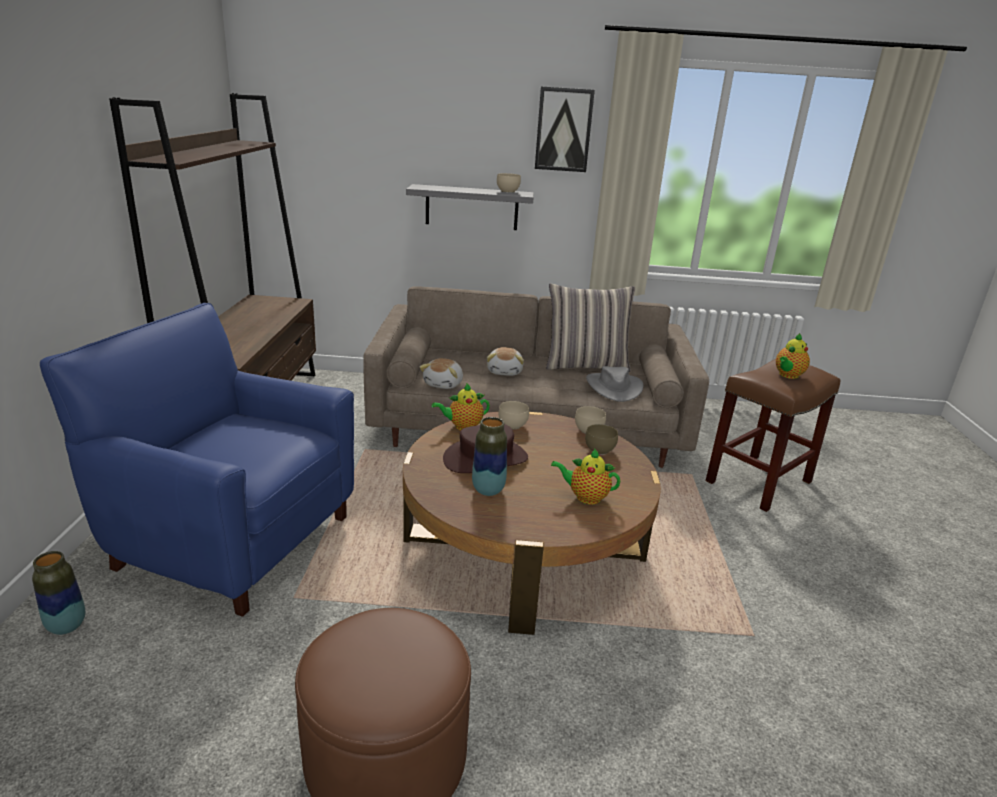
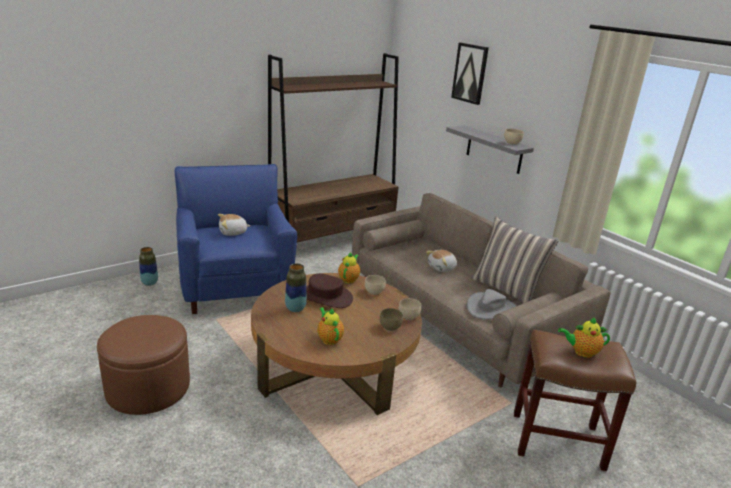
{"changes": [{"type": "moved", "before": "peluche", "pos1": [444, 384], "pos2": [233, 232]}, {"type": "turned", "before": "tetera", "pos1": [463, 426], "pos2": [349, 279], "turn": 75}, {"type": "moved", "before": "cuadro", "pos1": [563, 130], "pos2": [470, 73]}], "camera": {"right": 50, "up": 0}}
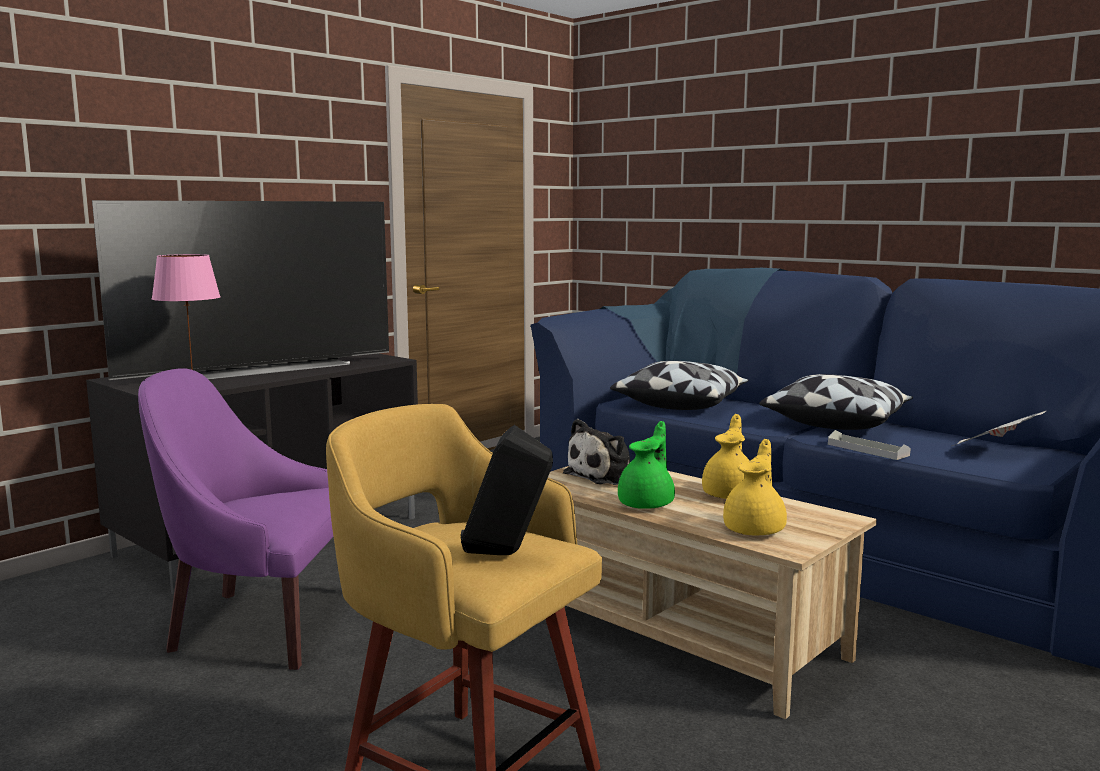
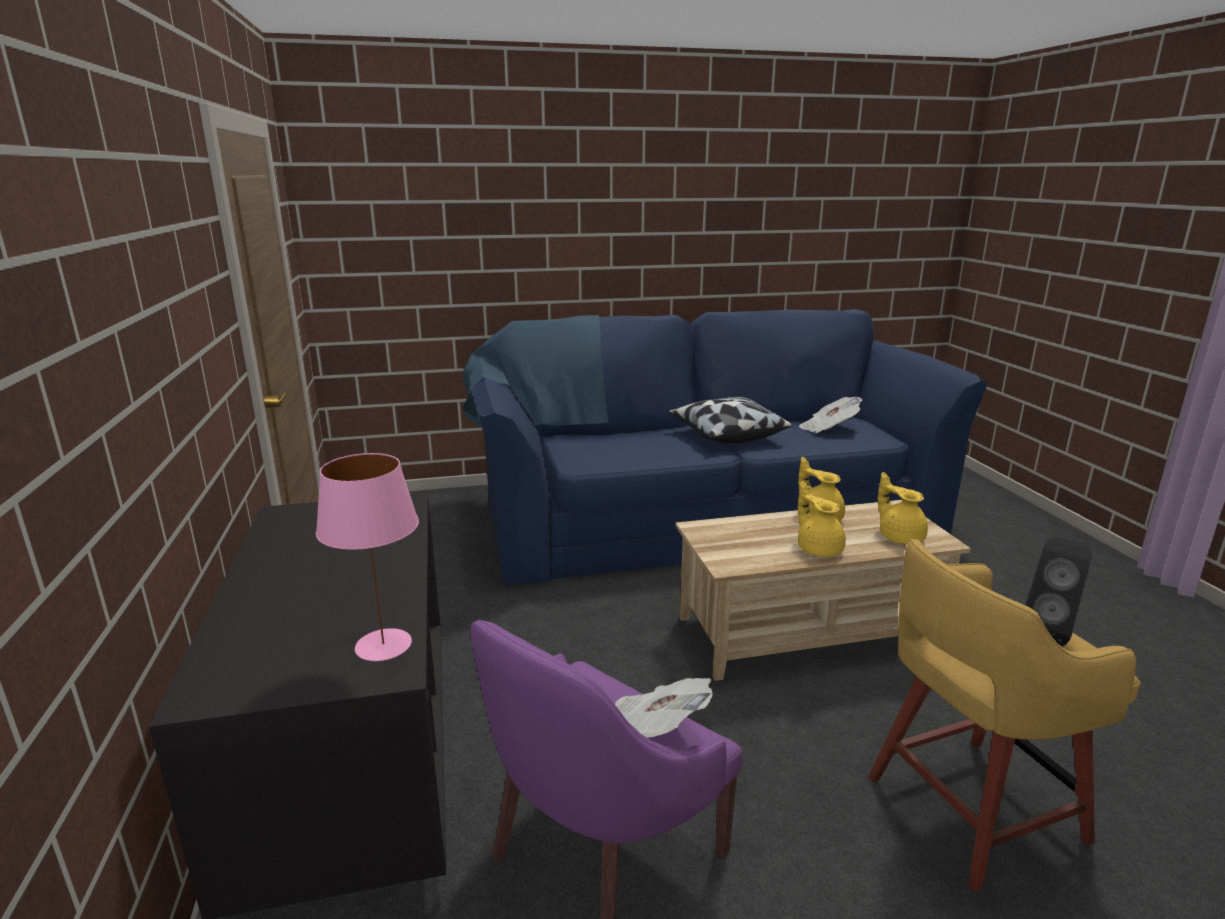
{"changes": [{"type": "added", "after": "periódico", "pos2": [653, 732]}, {"type": "recoloured", "before": "tetera/verde", "after": "tetera/amarillo", "pos1": [648, 504], "pos2": [818, 548]}, {"type": "removed", "before": "televisor", "pos1": [257, 369]}, {"type": "removed", "before": "peluche", "pos1": [605, 475]}, {"type": "removed", "before": "cojín", "pos1": [680, 404]}, {"type": "removed", "before": "bandeja/gris", "pos1": [867, 450]}], "camera": {"right": -55, "up": 10}}
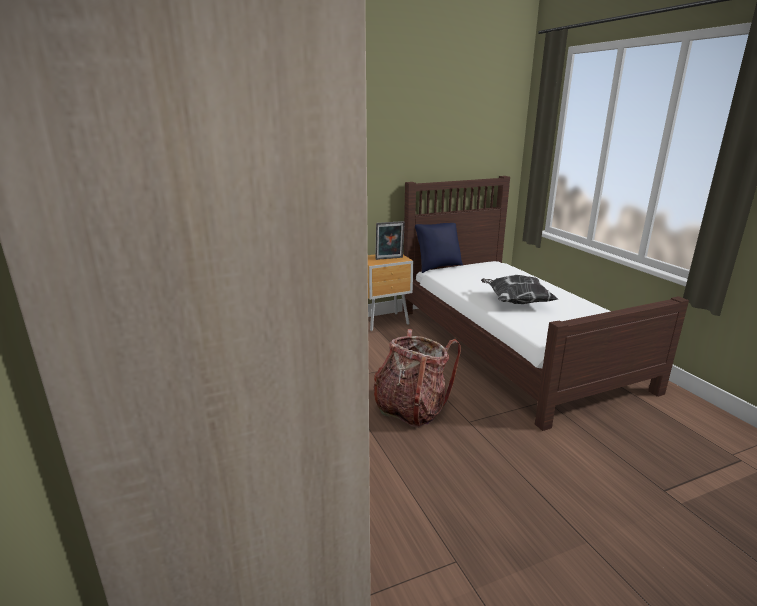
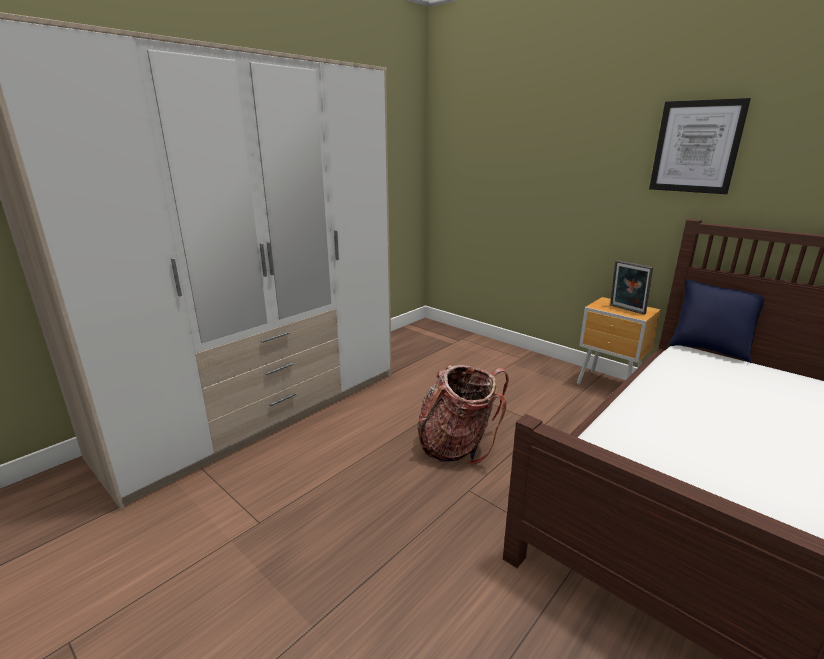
{"changes": [{"type": "added", "after": "cuadro", "pos2": [696, 147]}, {"type": "removed", "before": "cojín", "pos1": [516, 302]}], "camera": {"right": 65, "up": 0}}
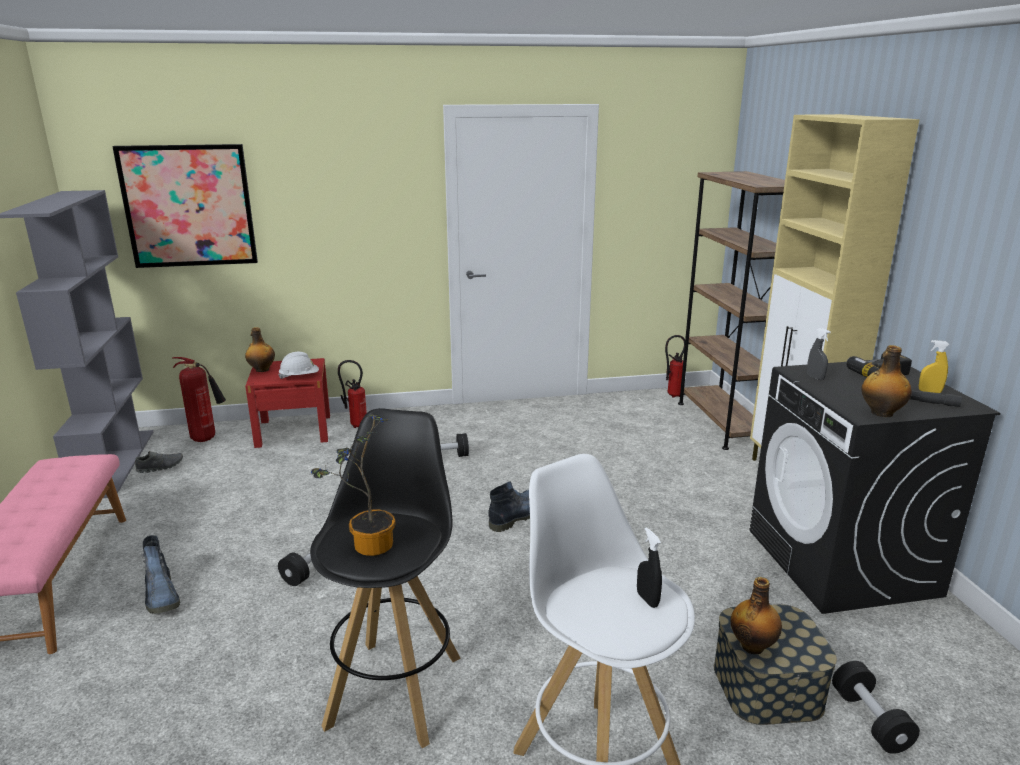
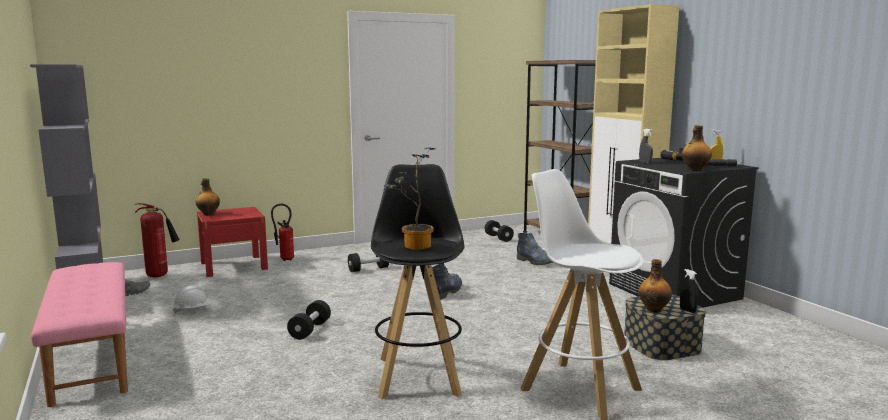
{"changes": [{"type": "moved", "before": "casco/blanco", "pos1": [299, 377], "pos2": [193, 310]}, {"type": "moved", "before": "mancuerna/negro", "pos1": [870, 720], "pos2": [498, 238]}, {"type": "moved", "before": "bota", "pos1": [162, 596], "pos2": [536, 262]}, {"type": "moved", "before": "pulverizador/negro", "pos1": [647, 599], "pos2": [687, 310]}, {"type": "removed", "before": "cuadro", "pos1": [189, 206]}, {"type": "removed", "before": "extintor", "pos1": [672, 395]}], "camera": {"right": -15, "up": -10}}
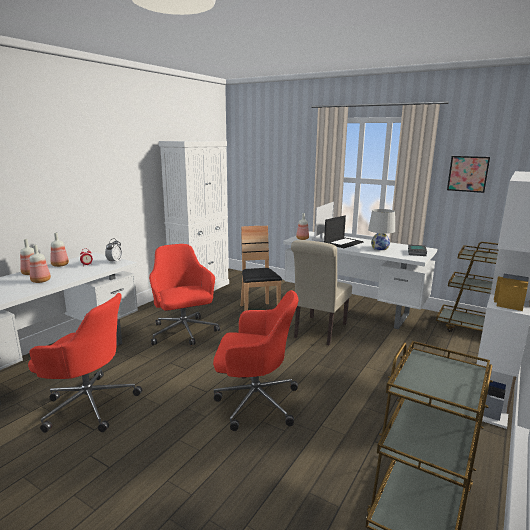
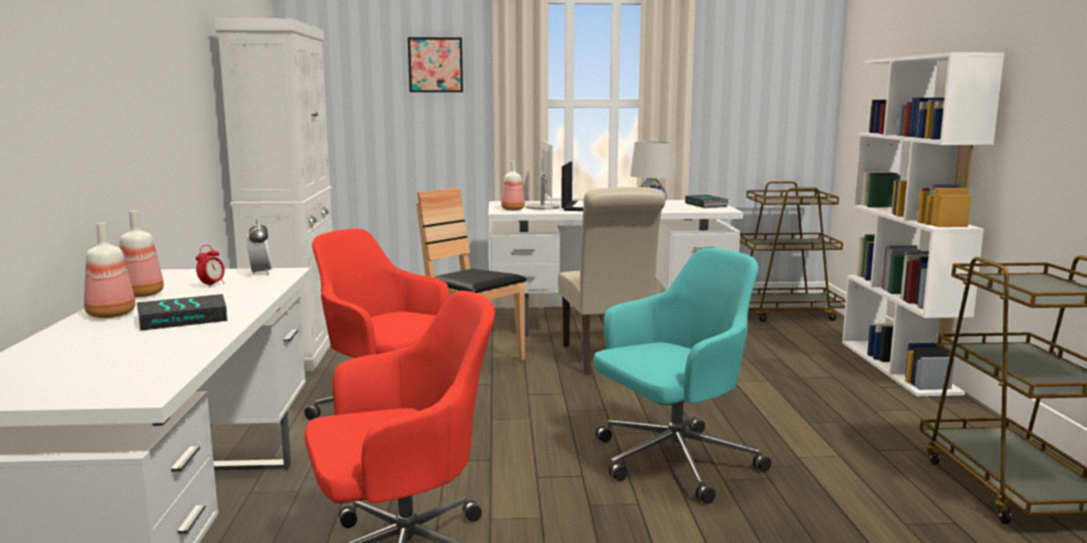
{"changes": [{"type": "replaced", "before": "botella", "after": "libro", "pos1": [41, 281], "pos2": [184, 318]}, {"type": "moved", "before": "cuadro", "pos1": [468, 174], "pos2": [435, 65]}, {"type": "recoloured", "before": "silla de oficina/rojo", "after": "silla de oficina/turquesa", "pos1": [254, 401], "pos2": [672, 462]}], "camera": {"right": -35, "up": -5}}
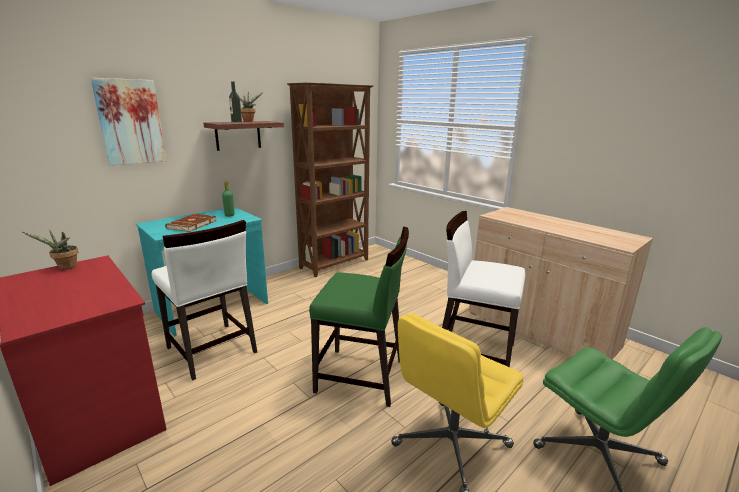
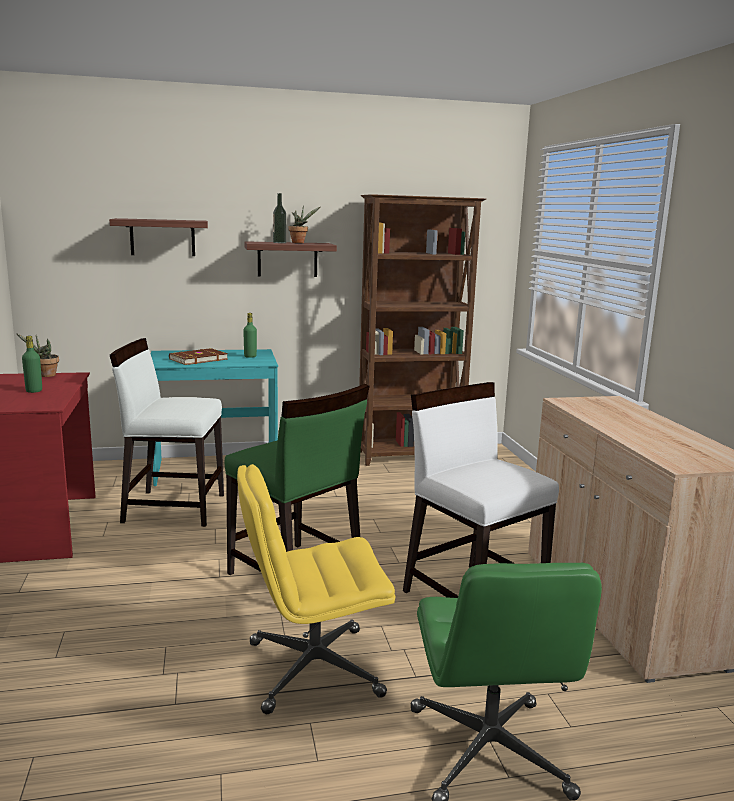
{"changes": [{"type": "added", "after": "botella/verde", "pos2": [34, 391]}, {"type": "replaced", "before": "cuadro", "after": "estante", "pos1": [130, 122], "pos2": [162, 237]}, {"type": "turned", "before": "silla/blanco", "pos1": [211, 350], "pos2": [173, 508], "turn": 105}], "camera": {"right": 30, "up": -5}}
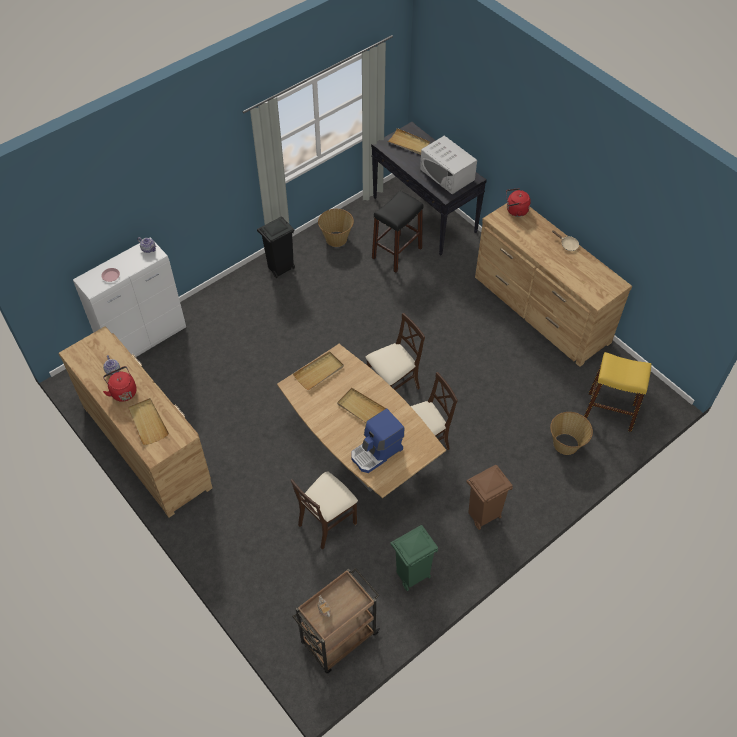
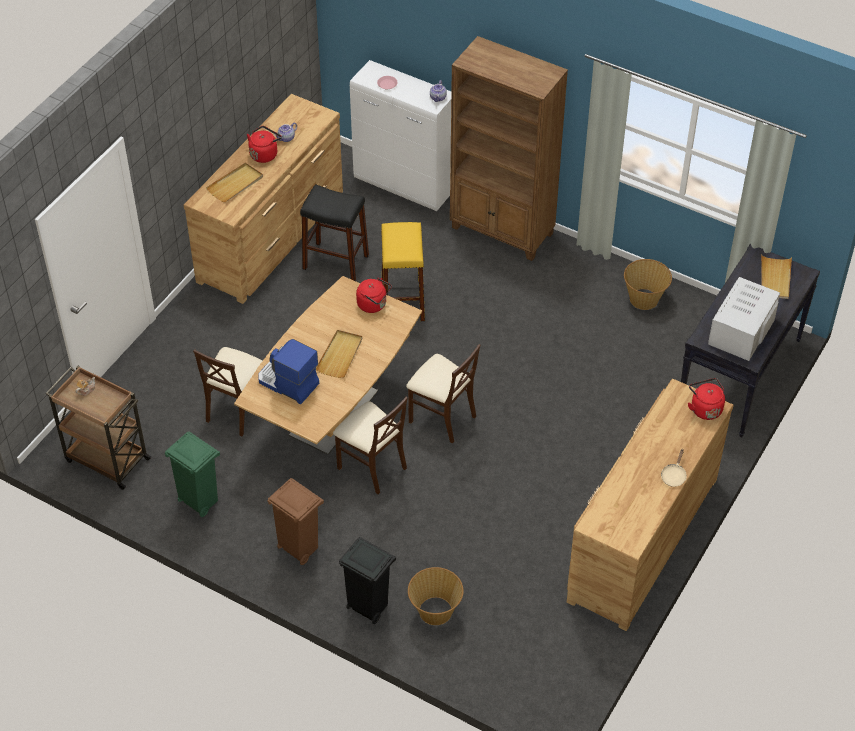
{"changes": [{"type": "turned", "before": "silla/beis", "pos1": [327, 522], "pos2": [237, 410], "turn": -90}, {"type": "moved", "before": "taburete/negro", "pos1": [397, 253], "pos2": [336, 262]}, {"type": "moved", "before": "papelera/negro", "pos1": [280, 269], "pos2": [368, 607]}, {"type": "replaced", "before": "bandeja/beis", "after": "hervidor/rojo", "pos1": [319, 372], "pos2": [373, 305]}, {"type": "moved", "before": "taburete/amarillo", "pos1": [609, 411], "pos2": [403, 301]}, {"type": "added", "after": "estantería/marrón", "pos2": [502, 231]}], "camera": {"right": 70, "up": -5}}
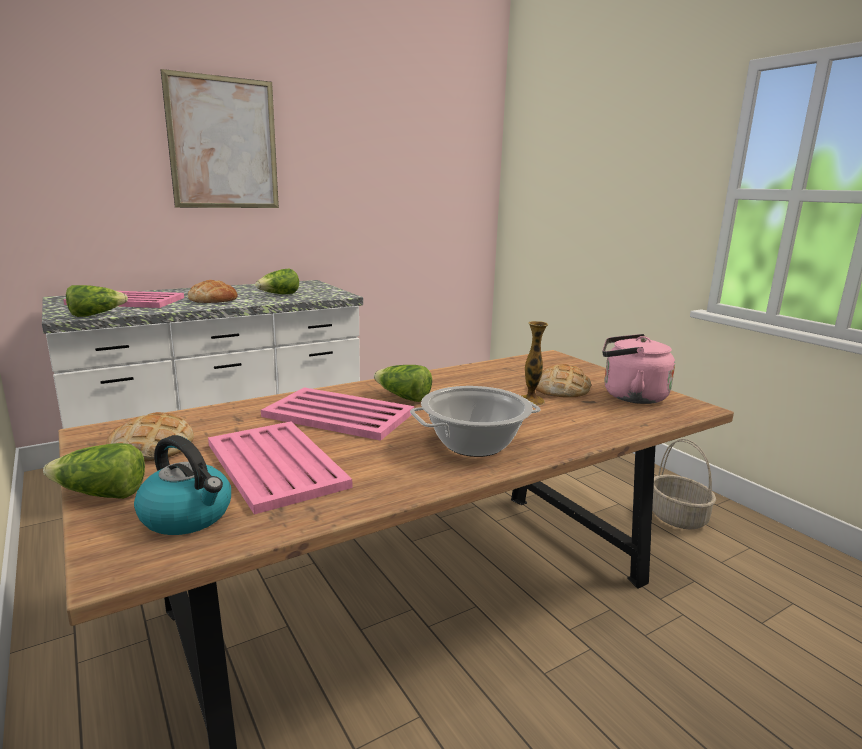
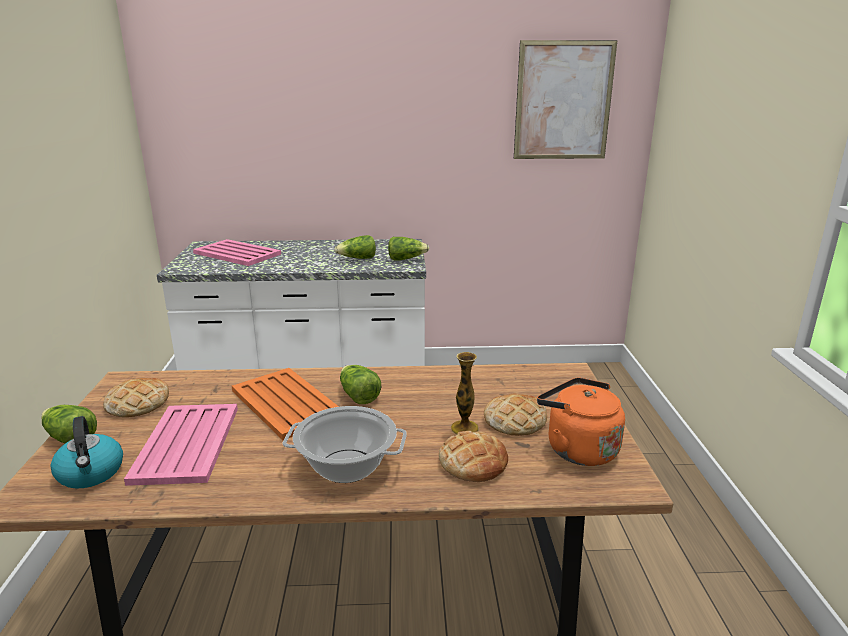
{"changes": [{"type": "recoloured", "before": "bandeja/rosa", "after": "bandeja/naranja", "pos1": [337, 414], "pos2": [286, 402]}, {"type": "moved", "before": "lechuga", "pos1": [96, 314], "pos2": [406, 259]}, {"type": "moved", "before": "pan", "pos1": [213, 299], "pos2": [473, 462]}, {"type": "moved", "before": "cuadro", "pos1": [223, 143], "pos2": [563, 101]}, {"type": "recoloured", "before": "hervidor/rosa", "after": "hervidor/naranja", "pos1": [630, 396], "pos2": [577, 449]}, {"type": "removed", "before": "cesta", "pos1": [678, 517]}], "camera": {"right": 30, "up": 5}}
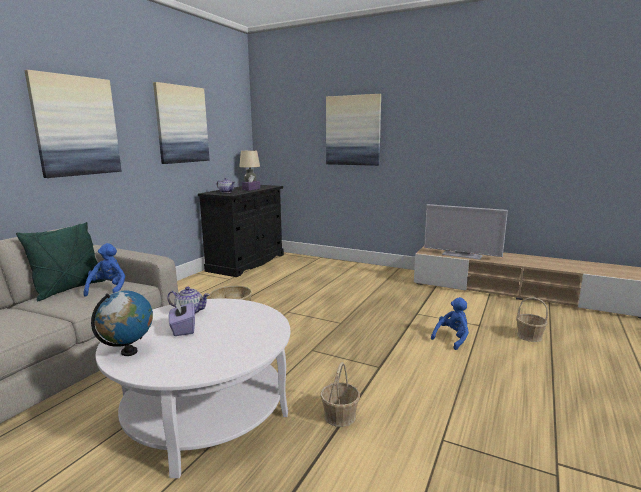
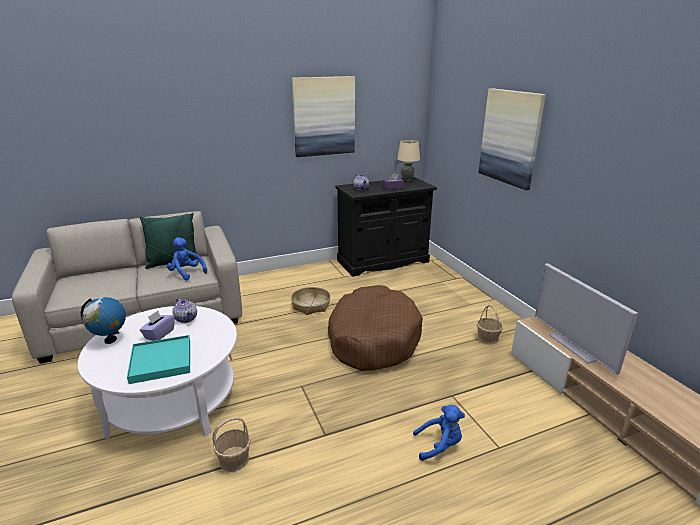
{"changes": [{"type": "added", "after": "bandeja/turquesa", "pos2": [161, 361]}, {"type": "turned", "before": "peluche/azul", "pos1": [108, 289], "pos2": [186, 273], "turn": -90}, {"type": "added", "after": "cama para perro/marrón", "pos2": [373, 338]}, {"type": "moved", "before": "cesta", "pos1": [529, 336], "pos2": [487, 338]}, {"type": "removed", "before": "cuadro", "pos1": [76, 126]}], "camera": {"right": 40, "up": 10}}
